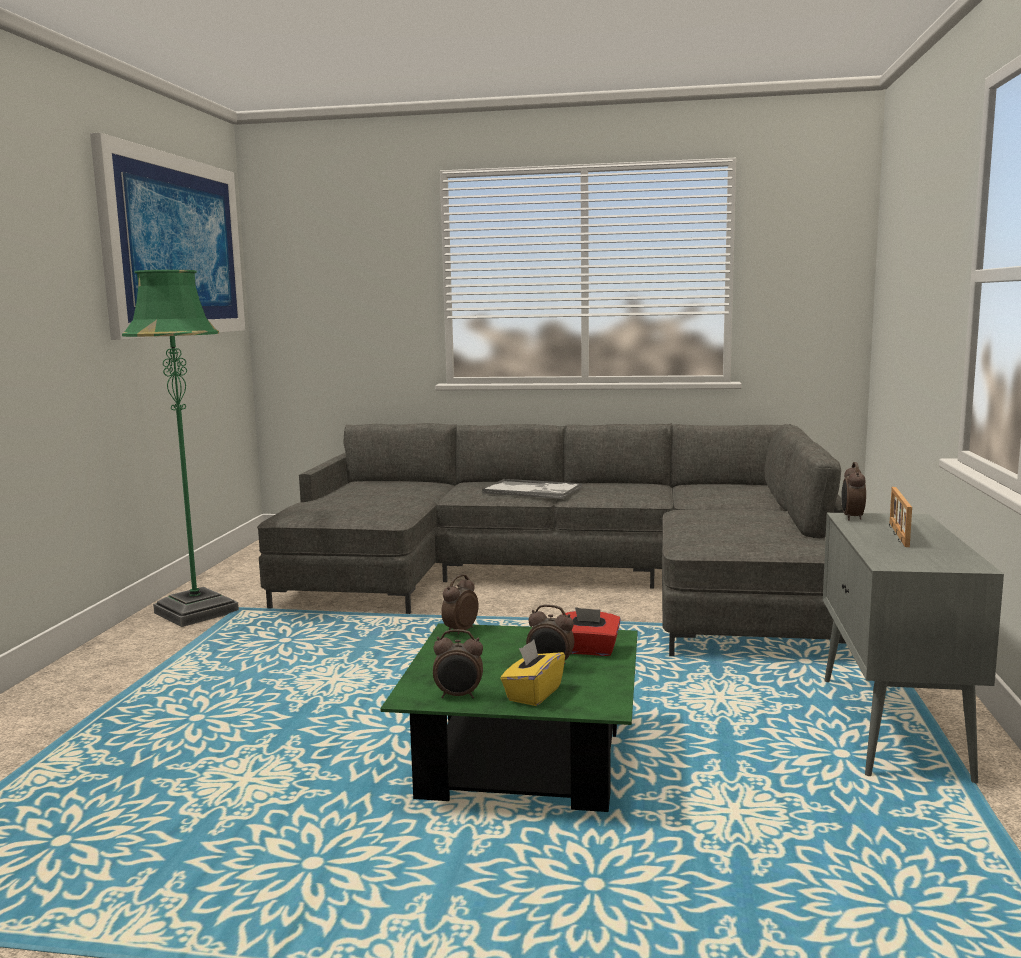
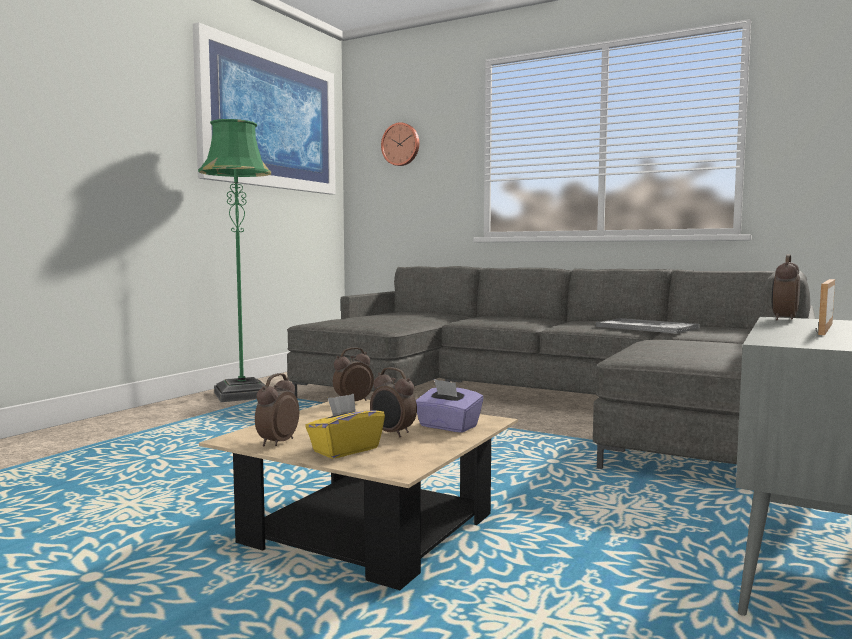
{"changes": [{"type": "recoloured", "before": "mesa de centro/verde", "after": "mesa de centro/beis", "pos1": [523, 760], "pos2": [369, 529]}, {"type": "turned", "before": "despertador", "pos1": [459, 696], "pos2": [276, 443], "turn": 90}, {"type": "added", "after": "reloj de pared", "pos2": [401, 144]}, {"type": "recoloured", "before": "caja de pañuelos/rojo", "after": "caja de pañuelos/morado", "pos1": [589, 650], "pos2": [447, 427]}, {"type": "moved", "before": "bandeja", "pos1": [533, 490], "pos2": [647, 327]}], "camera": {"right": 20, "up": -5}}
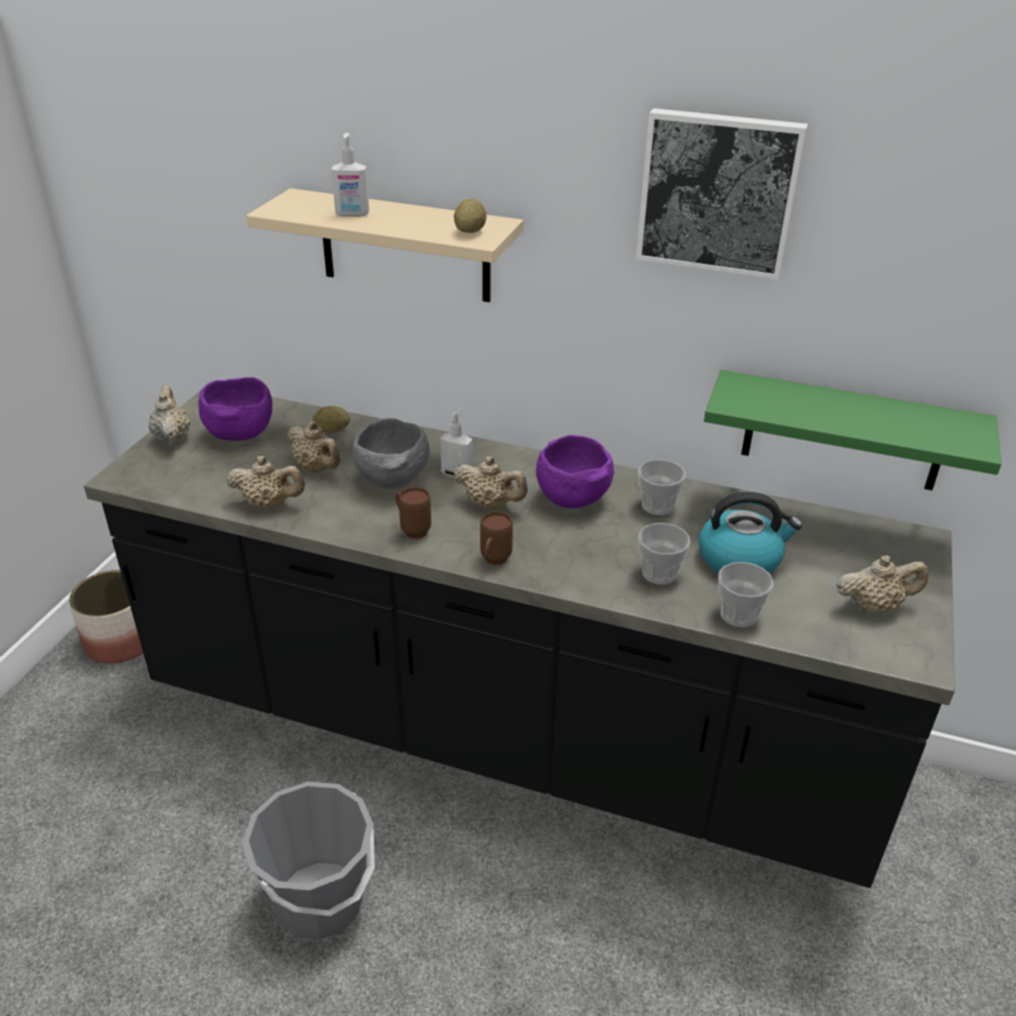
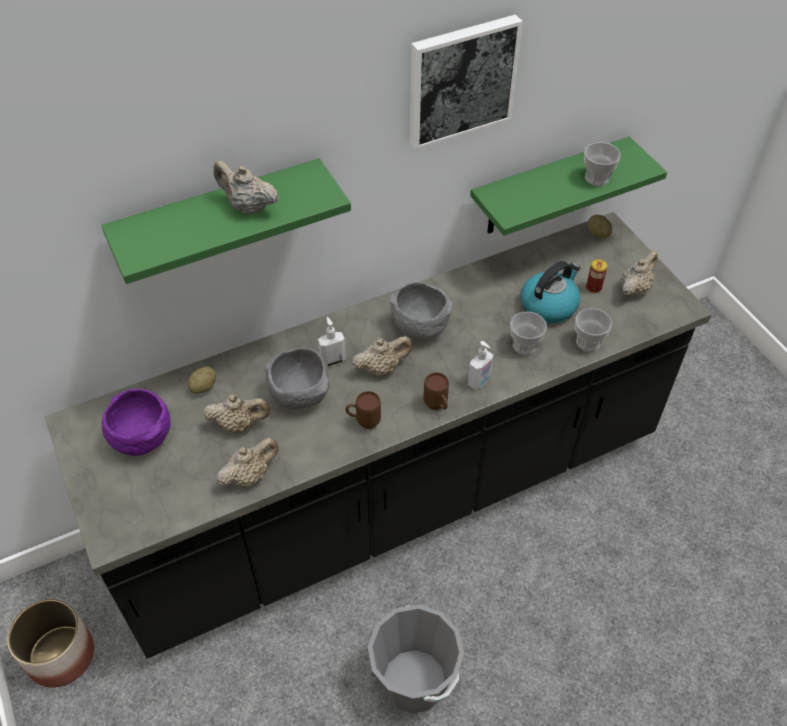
{"changes": [{"type": "recoloured", "before": "estante/beis", "after": "estante/verde", "pos1": [405, 246], "pos2": [220, 220]}, {"type": "moved", "before": "tetera/beis", "pos1": [172, 438], "pos2": [248, 207]}, {"type": "recoloured", "before": "cuenco/morado", "after": "cuenco/gris", "pos1": [571, 498], "pos2": [418, 328]}, {"type": "moved", "before": "dispensador de jabón", "pos1": [352, 214], "pos2": [479, 382]}, {"type": "moved", "before": "taza", "pos1": [657, 506], "pos2": [597, 178]}, {"type": "added", "after": "lata", "pos2": [593, 288]}, {"type": "moved", "before": "patata", "pos1": [470, 231], "pos2": [598, 233]}], "camera": {"right": -45, "up": 15}}
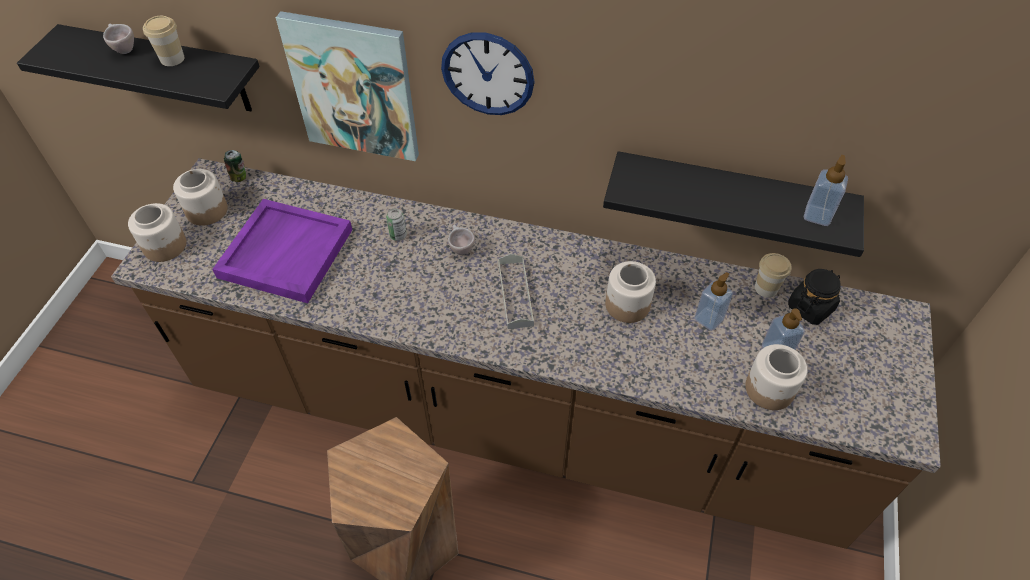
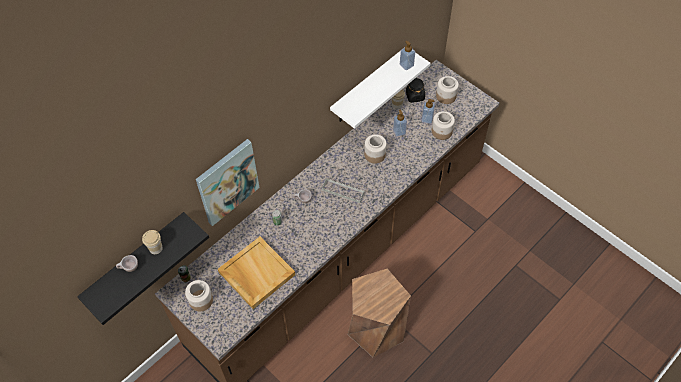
{"changes": [{"type": "recoloured", "before": "bandeja/morado", "after": "bandeja/beis", "pos1": [285, 252], "pos2": [256, 273]}, {"type": "recoloured", "before": "estante/negro", "after": "estante/blanco", "pos1": [729, 199], "pos2": [368, 86]}, {"type": "moved", "before": "tarro", "pos1": [164, 246], "pos2": [446, 96]}, {"type": "removed", "before": "reloj de pared", "pos1": [488, 74]}], "camera": {"right": -60, "up": 5}}
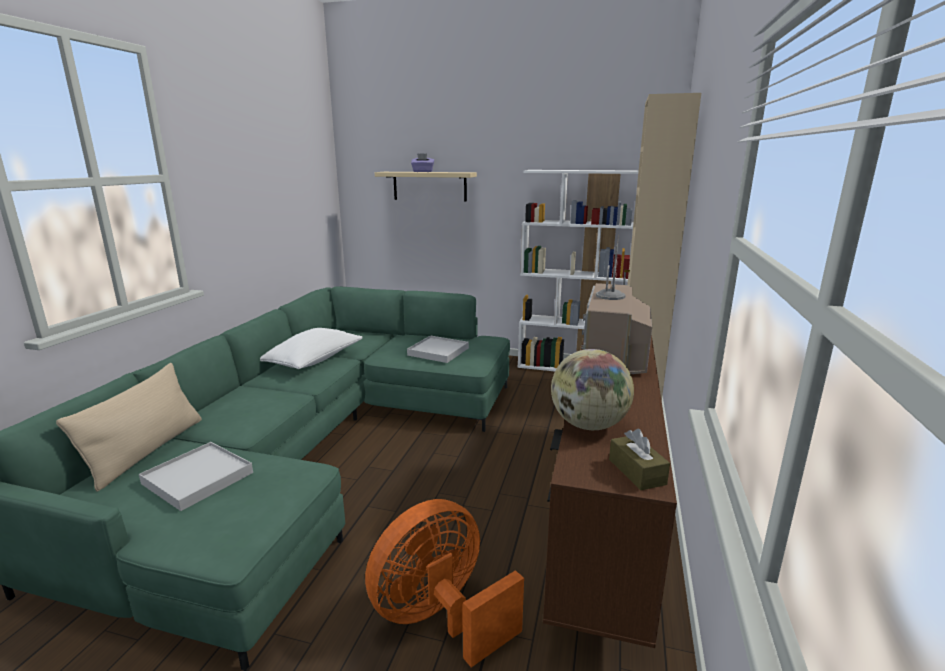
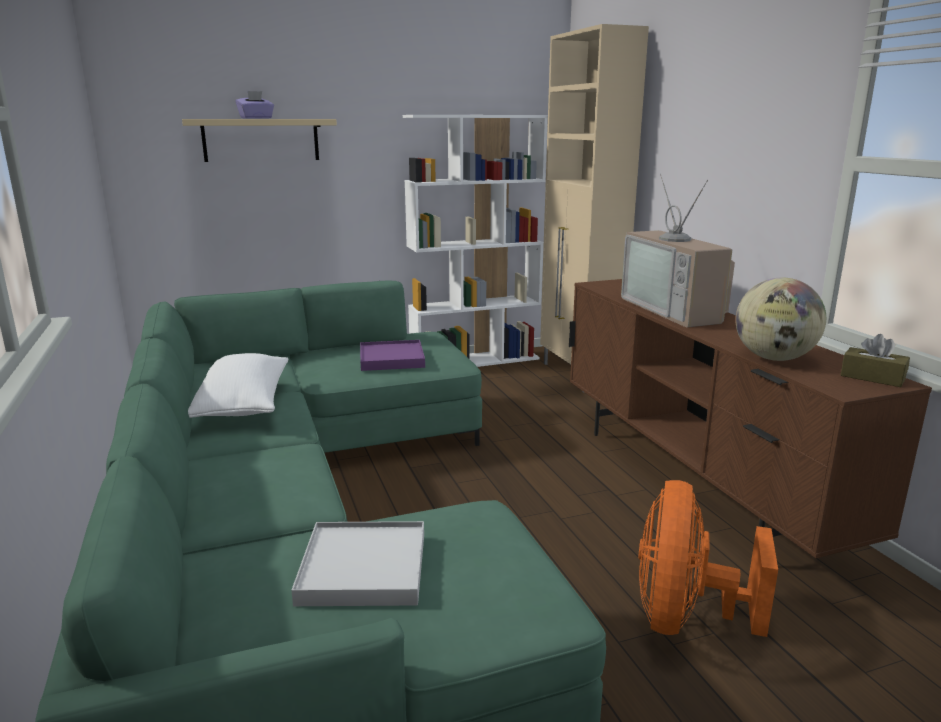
{"changes": [{"type": "recoloured", "before": "bandeja/blanco", "after": "bandeja/morado", "pos1": [438, 352], "pos2": [392, 359]}, {"type": "removed", "before": "cojín/beis", "pos1": [147, 451]}], "camera": {"right": -35, "up": 0}}
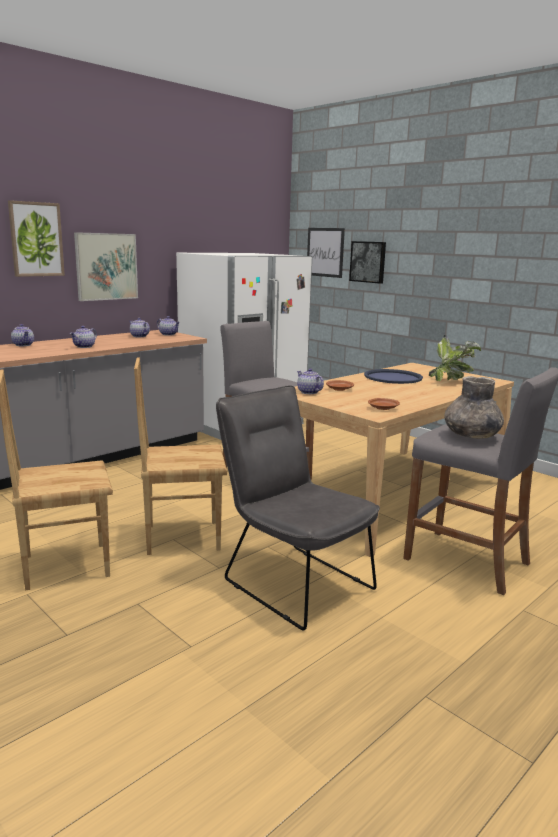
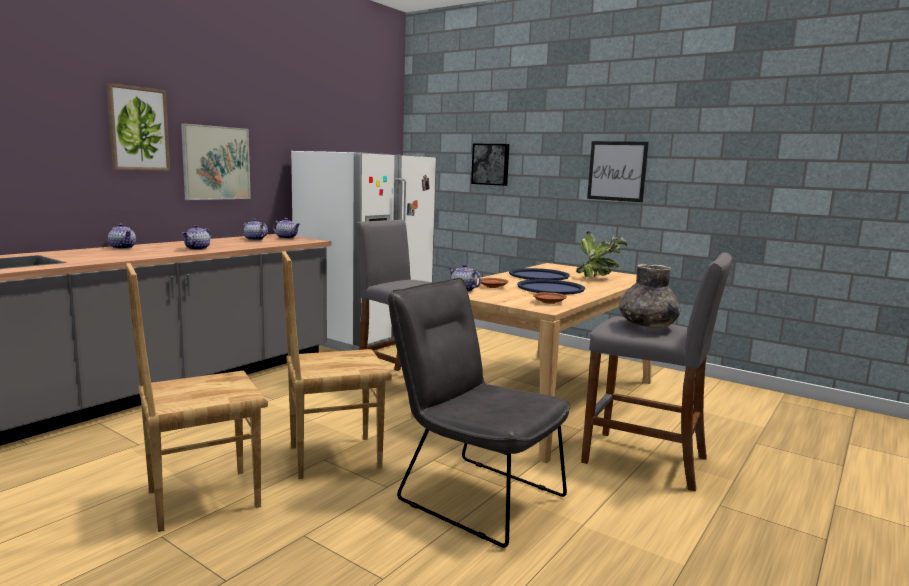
{"changes": [{"type": "added", "after": "bandeja/azul", "pos2": [550, 288]}, {"type": "moved", "before": "cuadro", "pos1": [325, 252], "pos2": [617, 171]}], "camera": {"right": -10, "up": -5}}
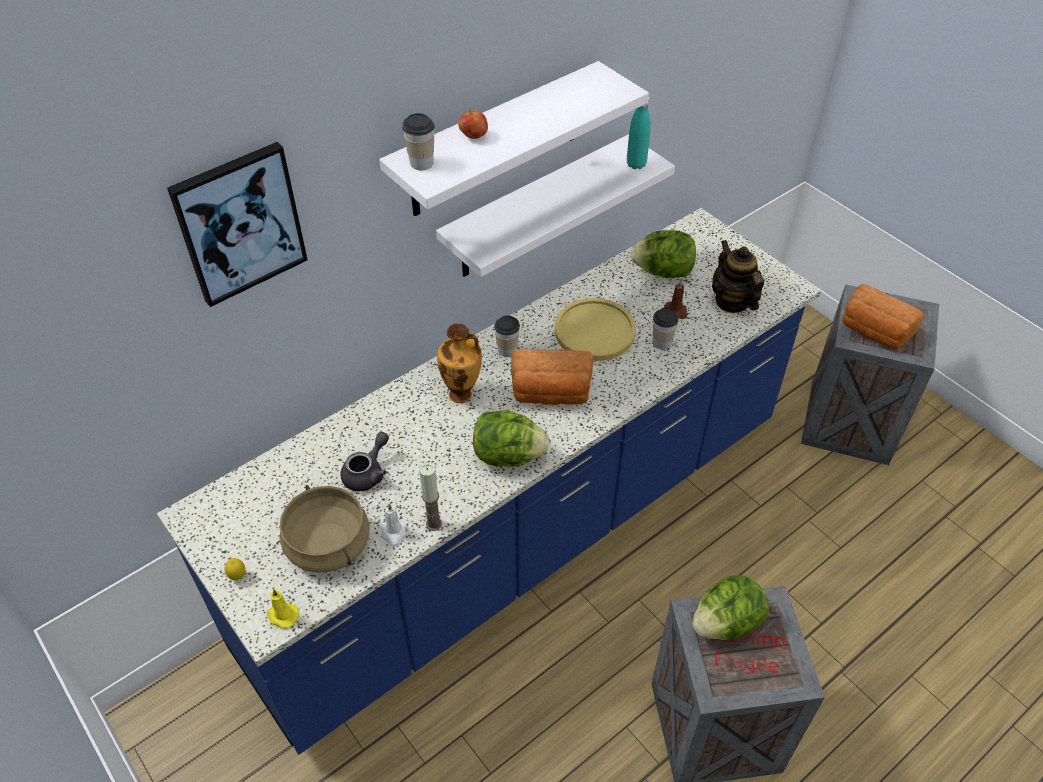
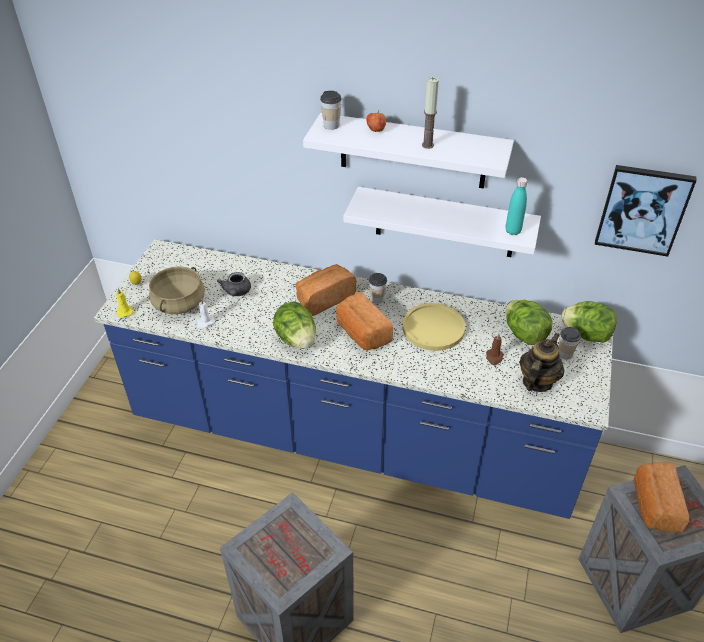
{"changes": [{"type": "turned", "before": "tetera/gris", "pos1": [367, 473], "pos2": [236, 292], "turn": 90}, {"type": "replaced", "before": "florero", "after": "pan", "pos1": [462, 395], "pos2": [324, 298]}, {"type": "moved", "before": "vela", "pos1": [434, 524], "pos2": [427, 145]}, {"type": "moved", "before": "taza", "pos1": [662, 342], "pos2": [565, 354]}, {"type": "moved", "before": "lechuga", "pos1": [726, 623], "pos2": [586, 334]}, {"type": "moved", "before": "cuadro", "pos1": [239, 223], "pos2": [642, 210]}], "camera": {"right": 55, "up": -5}}
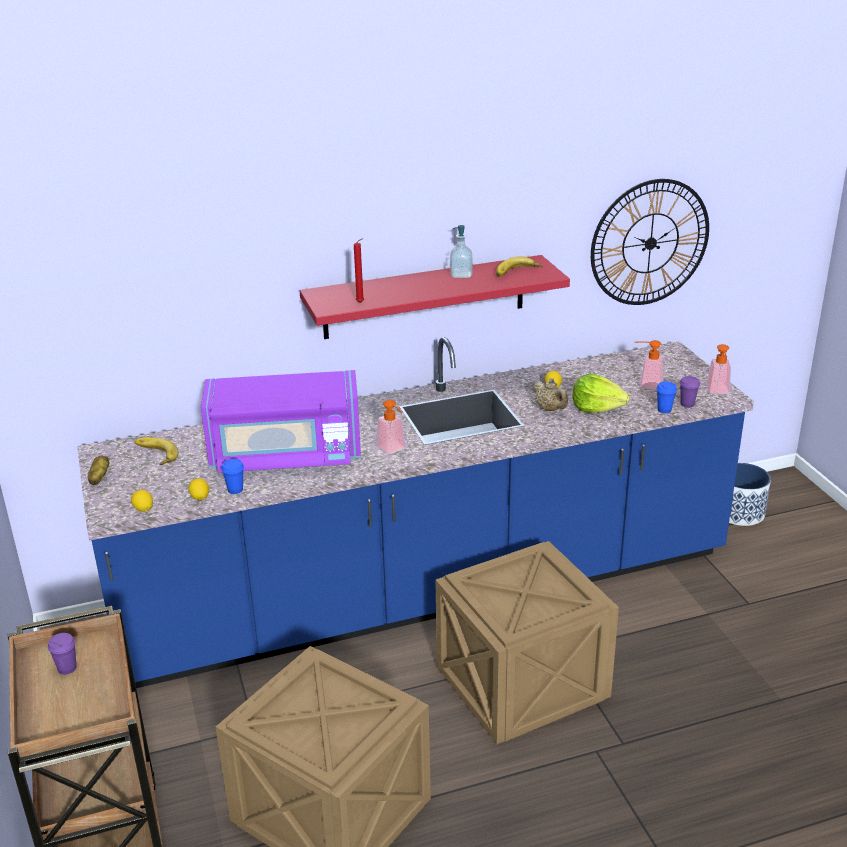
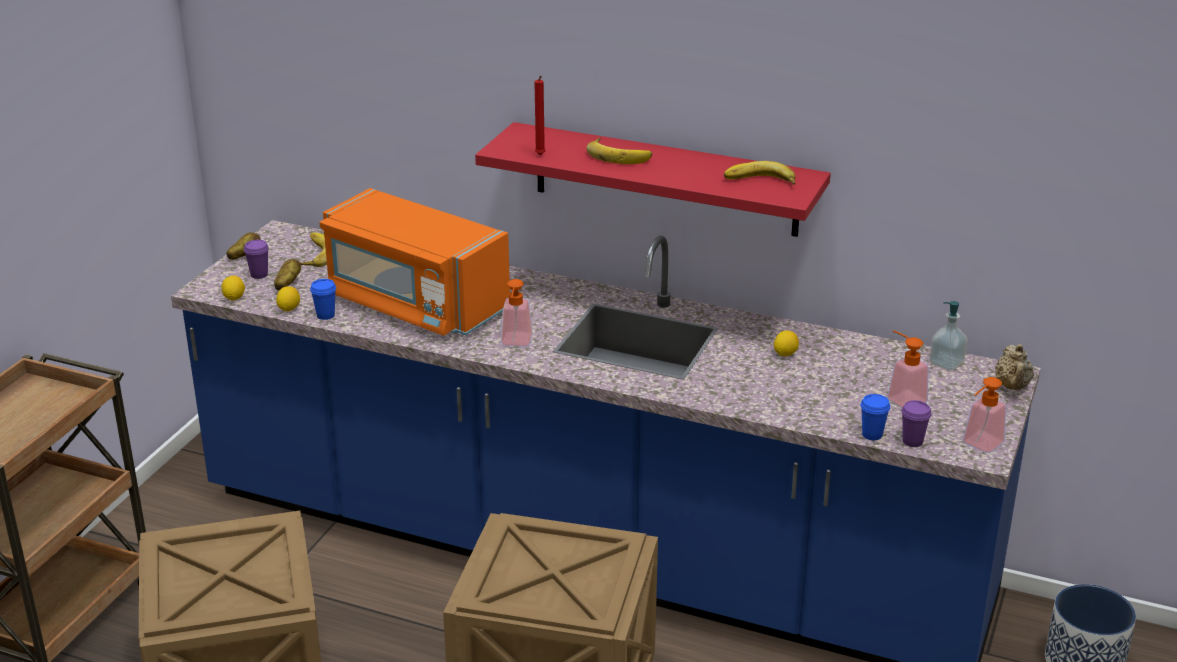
{"changes": [{"type": "moved", "before": "taza/morado", "pos1": [67, 668], "pos2": [259, 275]}, {"type": "added", "after": "patata", "pos2": [287, 284]}, {"type": "recoloured", "before": "microondas/morado", "after": "microondas/naranja", "pos1": [286, 455], "pos2": [415, 304]}, {"type": "added", "after": "plátano", "pos2": [619, 155]}, {"type": "moved", "before": "dispensador de jabón", "pos1": [461, 275], "pos2": [946, 363]}, {"type": "moved", "before": "tetera/beis", "pos1": [550, 409], "pos2": [1012, 387]}, {"type": "removed", "before": "lechuga", "pos1": [597, 407]}, {"type": "removed", "before": "reloj de pared", "pos1": [650, 243]}], "camera": {"right": 40, "up": 0}}
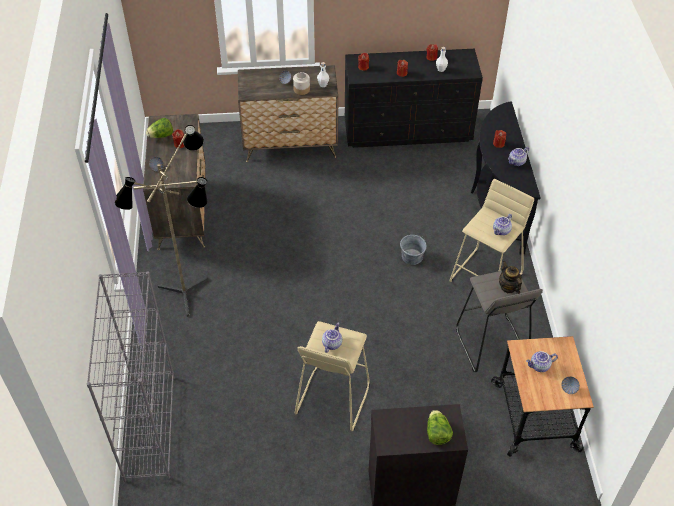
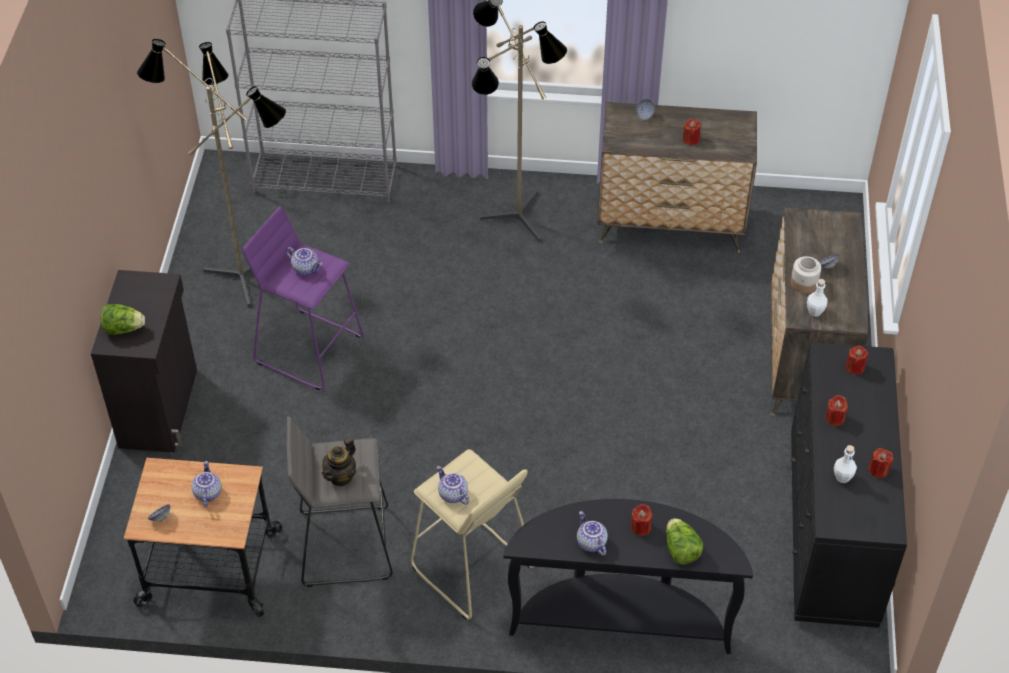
{"changes": [{"type": "added", "after": "lámpara de pie", "pos2": [243, 271]}, {"type": "recoloured", "before": "taburete/beis", "after": "taburete/morado", "pos1": [332, 399], "pos2": [309, 348]}, {"type": "turned", "before": "tetera", "pos1": [508, 287], "pos2": [341, 476], "turn": 135}, {"type": "moved", "before": "lechuga", "pos1": [161, 136], "pos2": [680, 550]}, {"type": "removed", "before": "cubo/gris", "pos1": [412, 257]}], "camera": {"right": 100, "up": 0}}
